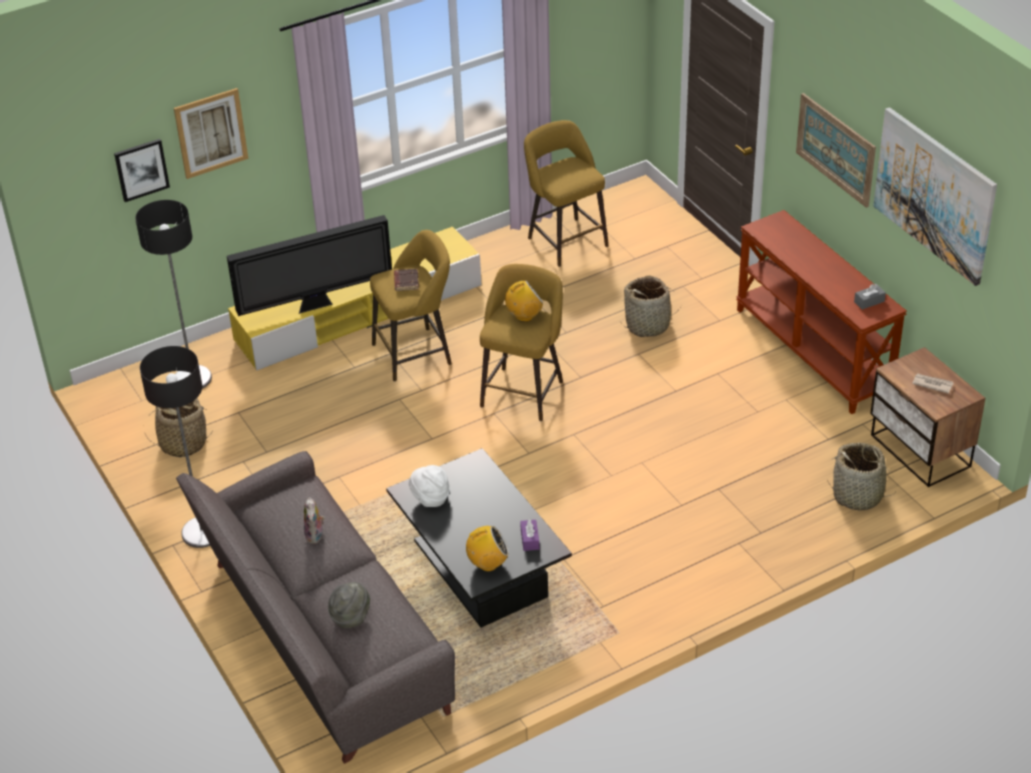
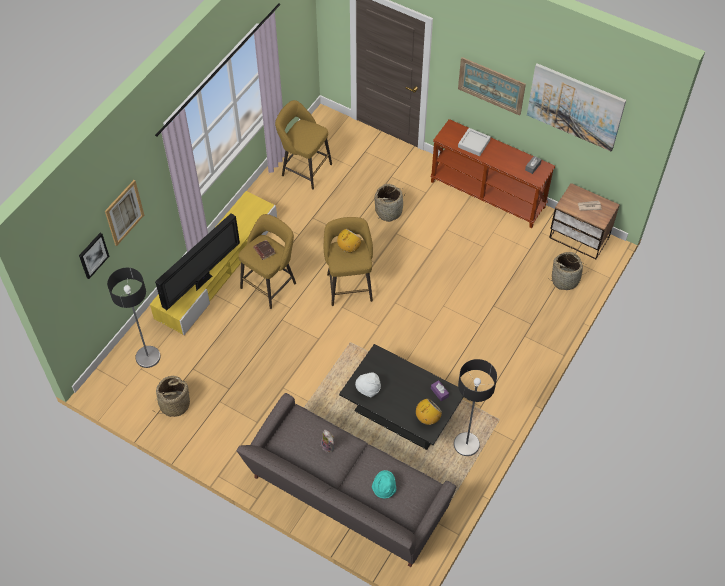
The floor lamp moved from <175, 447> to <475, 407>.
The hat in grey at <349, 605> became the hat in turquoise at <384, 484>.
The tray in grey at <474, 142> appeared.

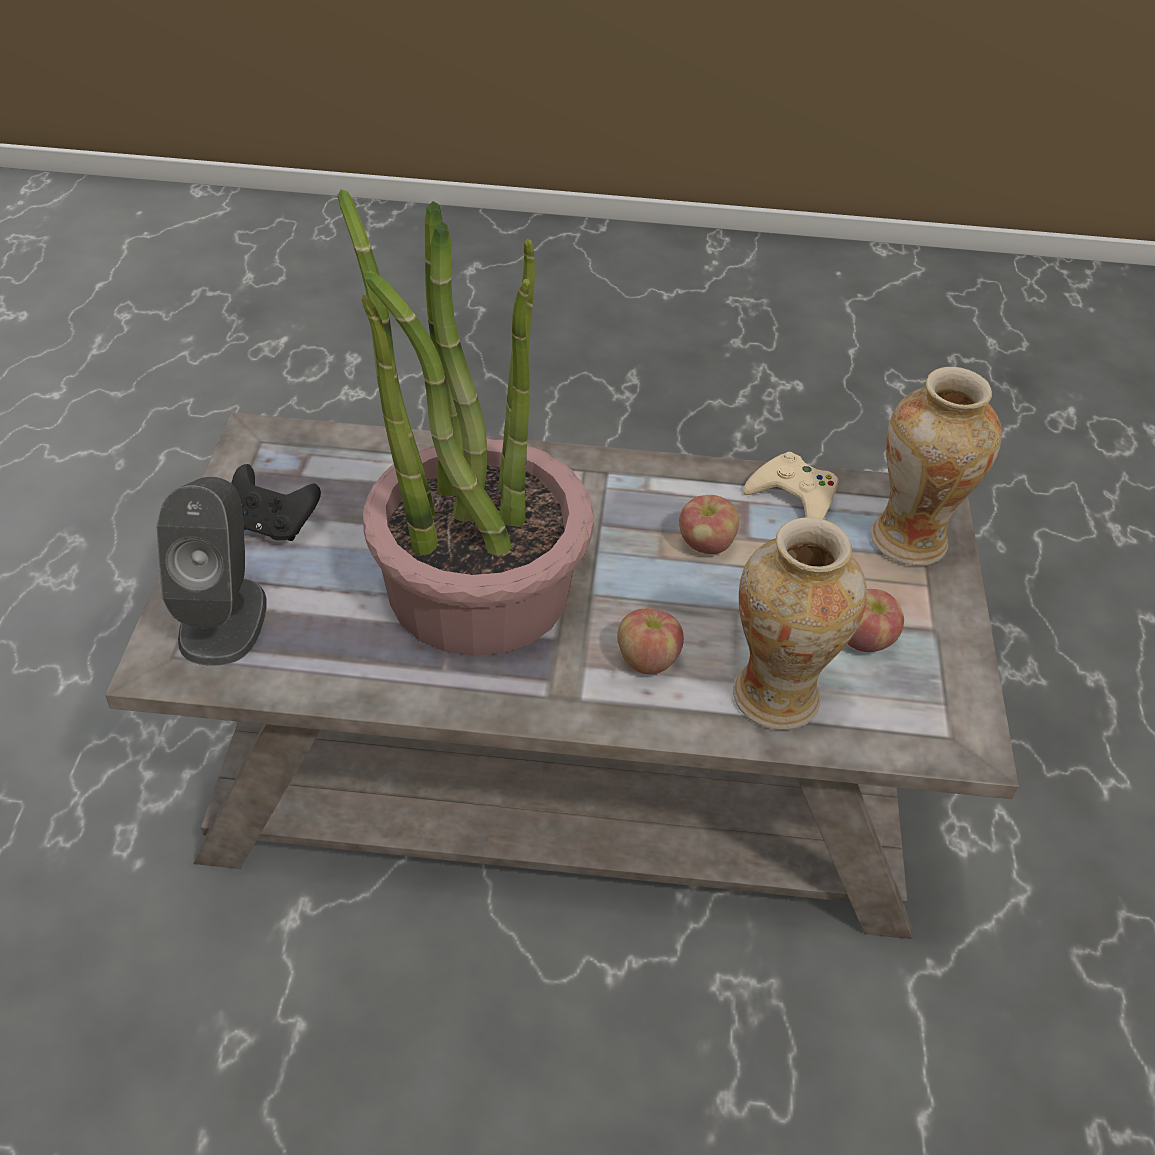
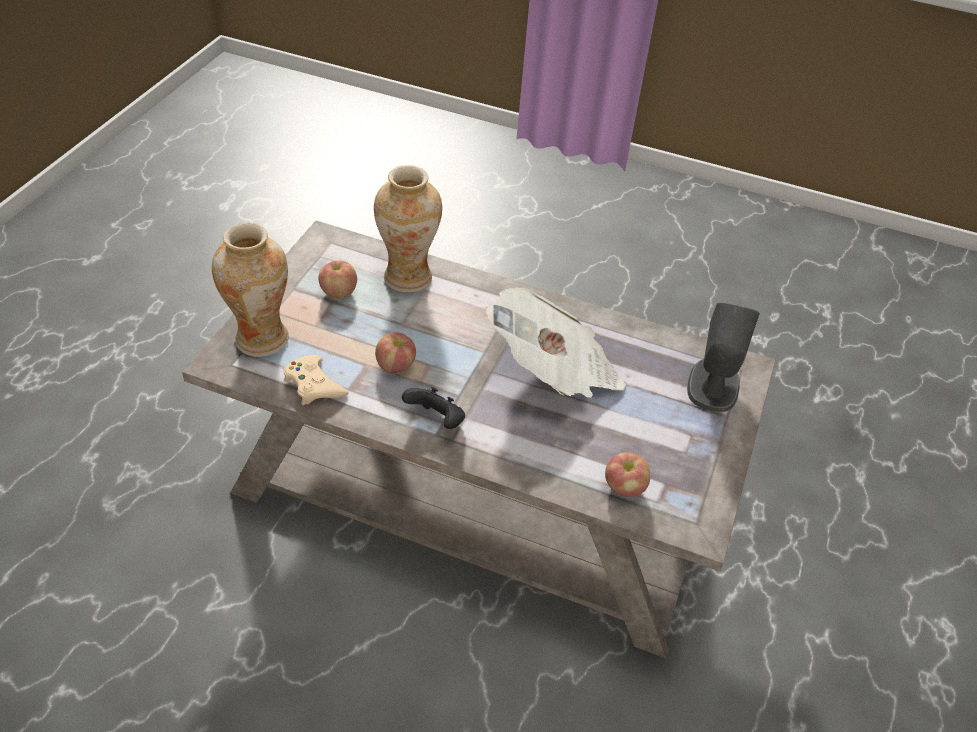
The potted plant at <466, 422> was replaced by the newspaper at <556, 342>.
The game controller in black moved from <276, 502> to <433, 408>.
The apple moved from <650, 641> to <627, 474>.

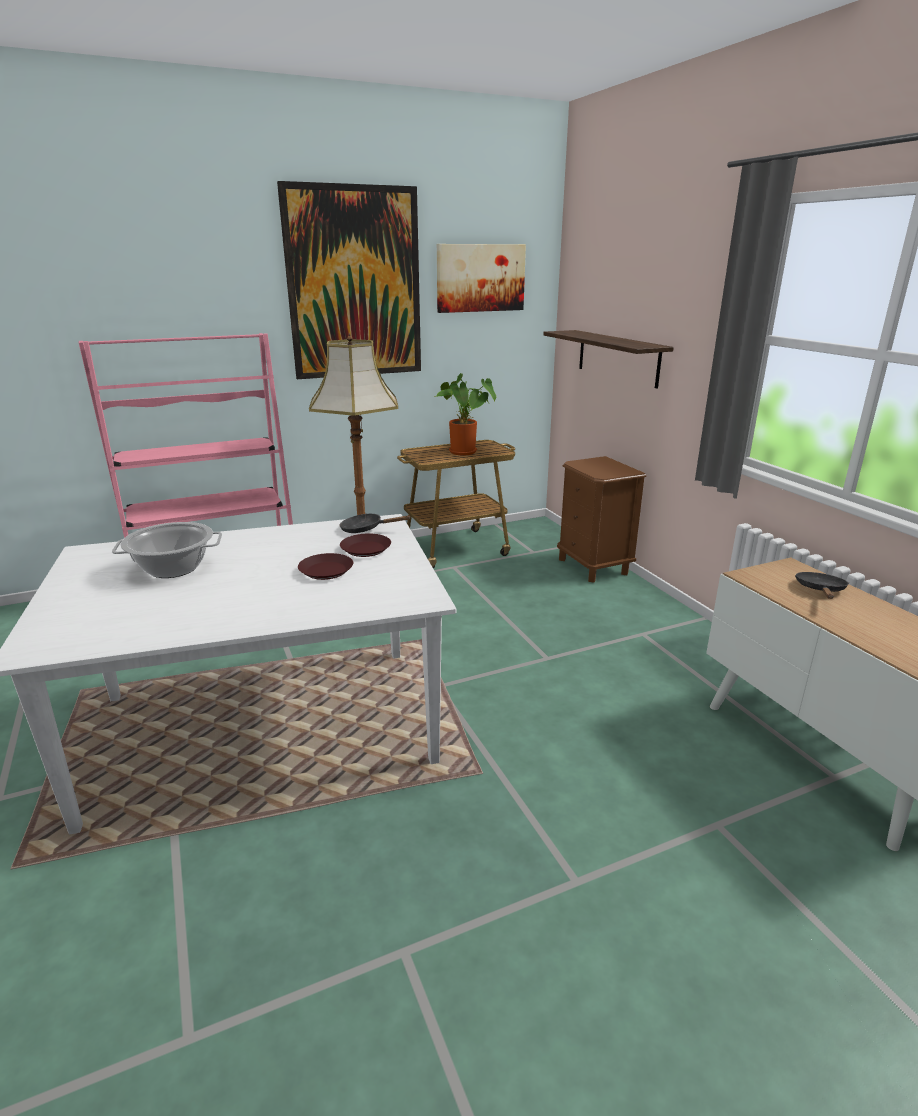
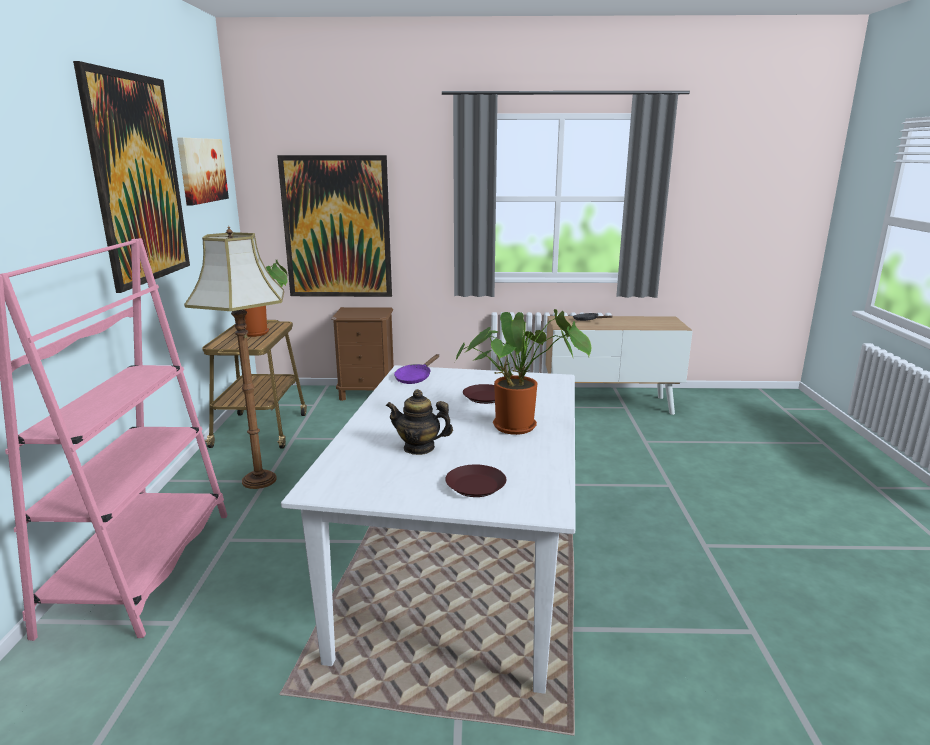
The shelf at <608, 359> was replaced by the picture at <334, 226>.
The frying pan in black at <375, 523> became the frying pan in purple at <416, 369>.
The cooking pot at <167, 550> was replaced by the teapot at <419, 422>.
The plate in brown moved from <365, 545> to <475, 480>.
The potted plant at <523, 372> appeared.

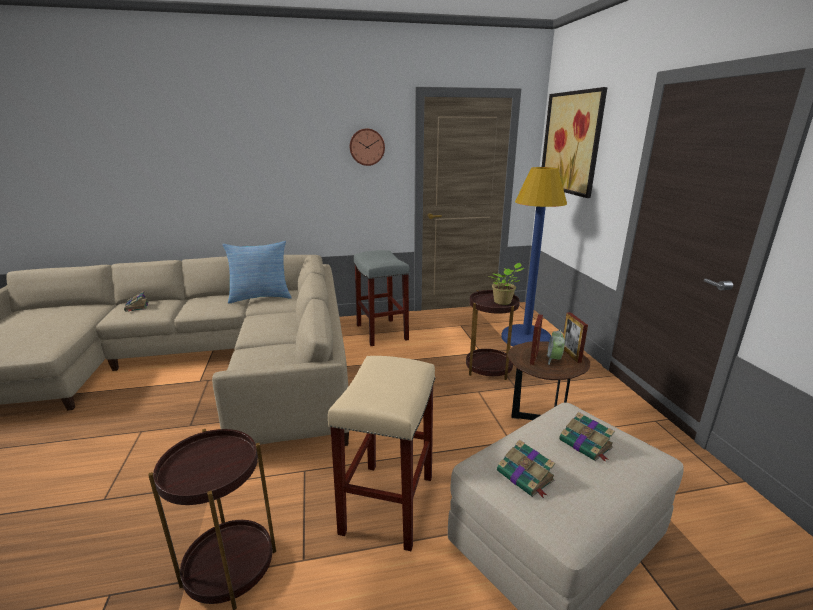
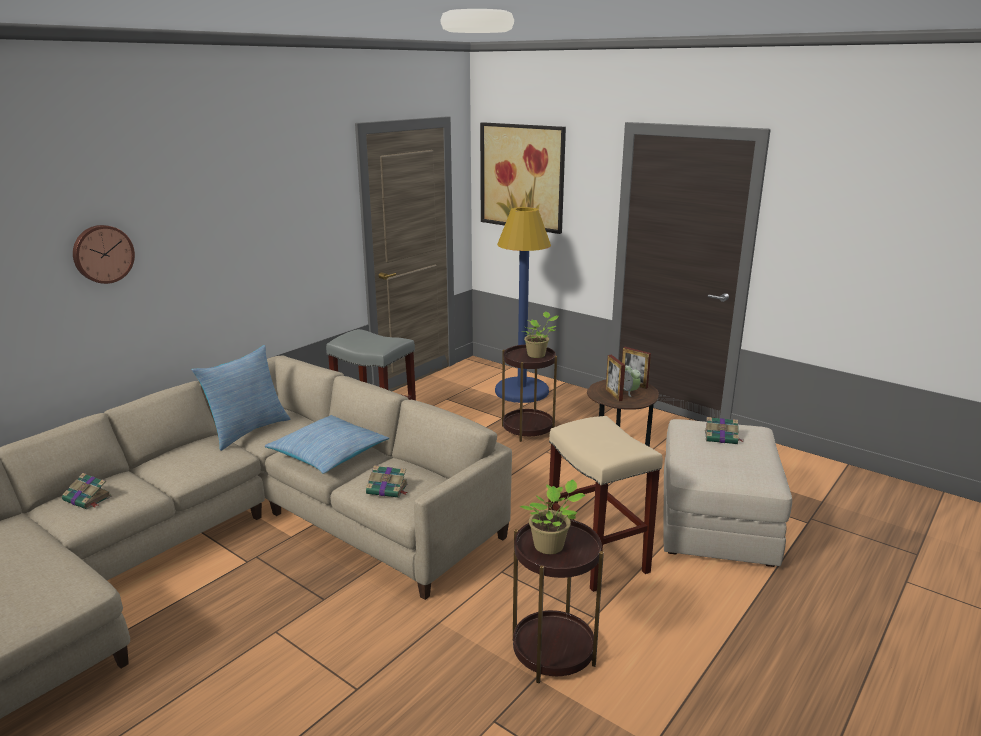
The wall clock moved from <367, 147> to <104, 254>.
The book moved from <526, 469> to <387, 481>.
The pillow at <327, 444> appeared.
The potted plant at <553, 516> appeared.

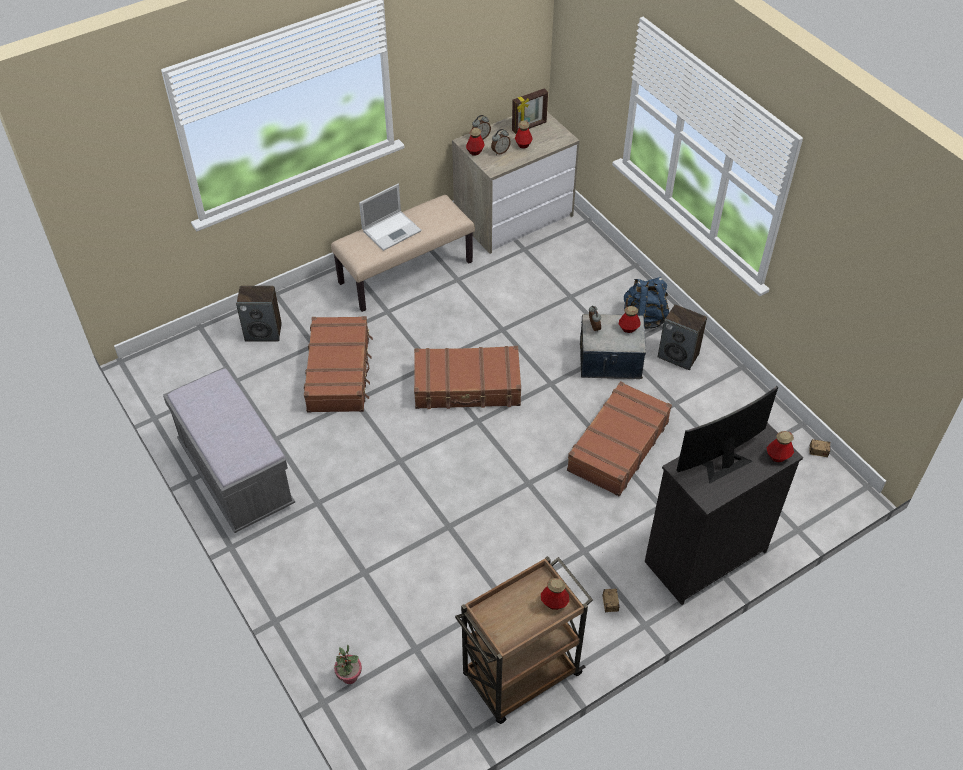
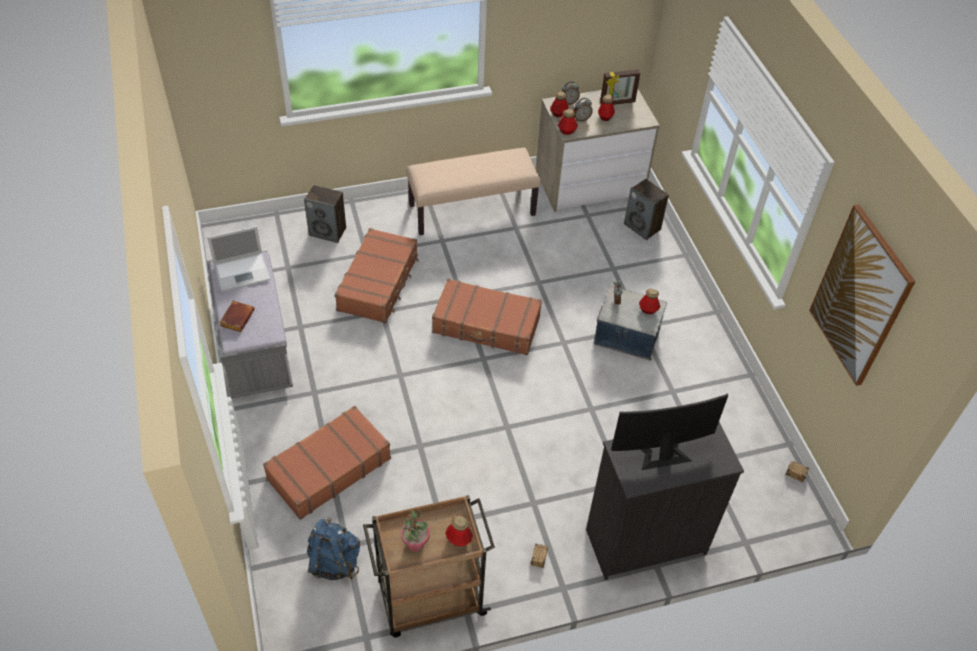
The laptop moved from <390, 217> to <239, 259>.
The backpack in blue moved from <646, 303> to <333, 548>.
The speaker moved from <682, 337> to <646, 209>.
The suitcase in brown moved from <619, 438> to <327, 462>.
The bottle moved from <780, 446> to <568, 122>.
The potted plant moved from <348, 664> to <415, 530>.
The picture at <862, 295> appeared.
The book in brown at <237, 316> appeared.

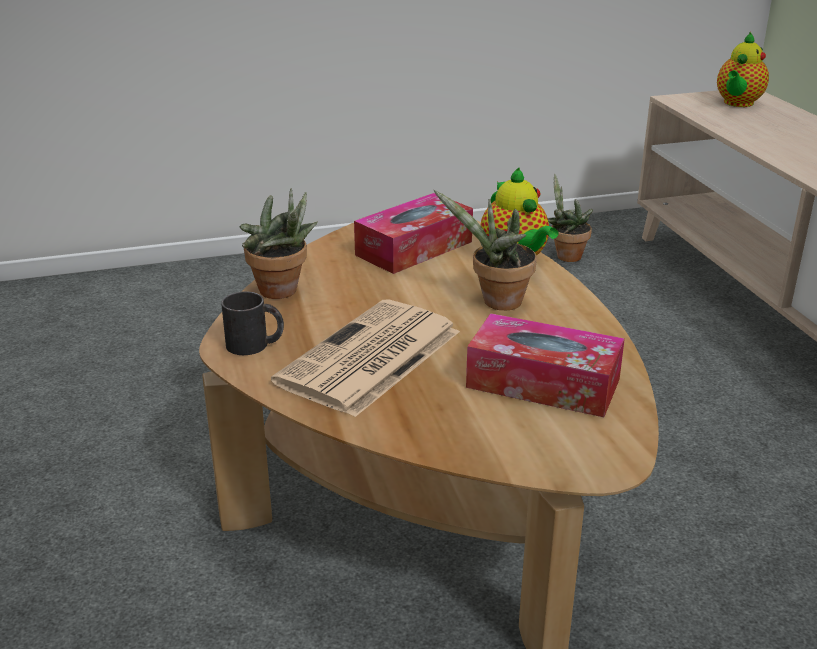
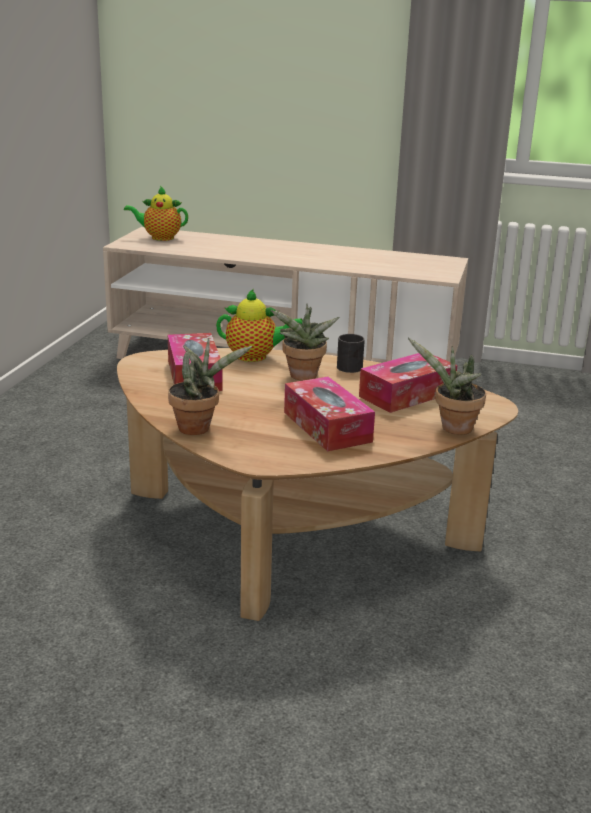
The teapot at <743, 69> turned 120 degrees clockwise.
The potted plant moved from <570, 218> to <447, 386>.
The mug in black moved from <252, 323> to <351, 353>.
The newspaper at <365, 358> was replaced by the tissue box at <329, 413>.

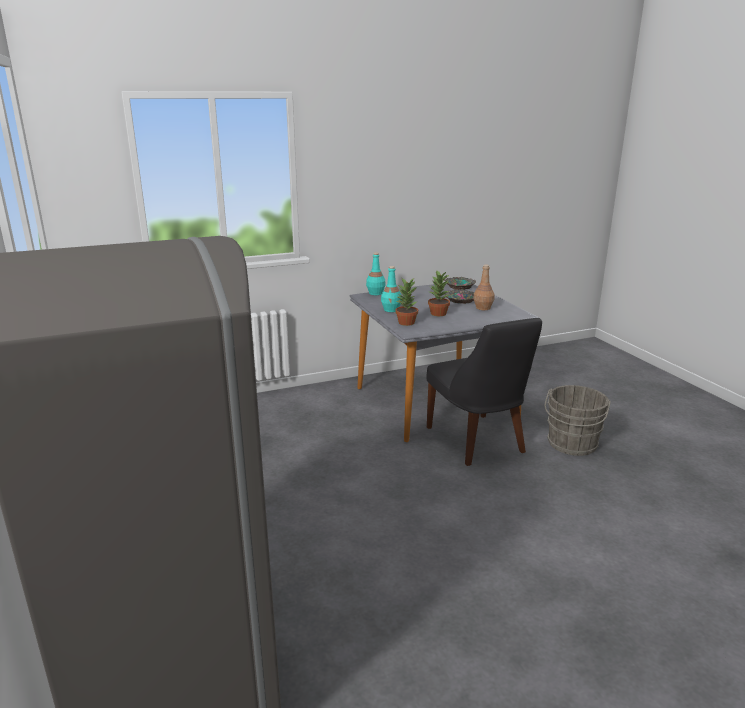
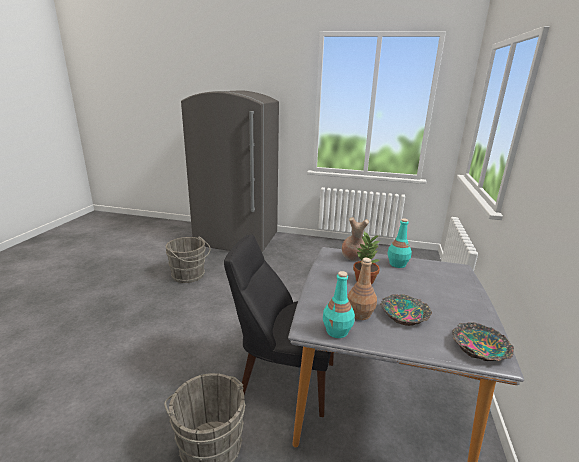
The bottle in turquoise moved from <375, 273> to <339, 304>.
The potted plant at <406, 302> was replaced by the vase in brown at <355, 239>.
The bucket in grey at <188, 259> appeared.

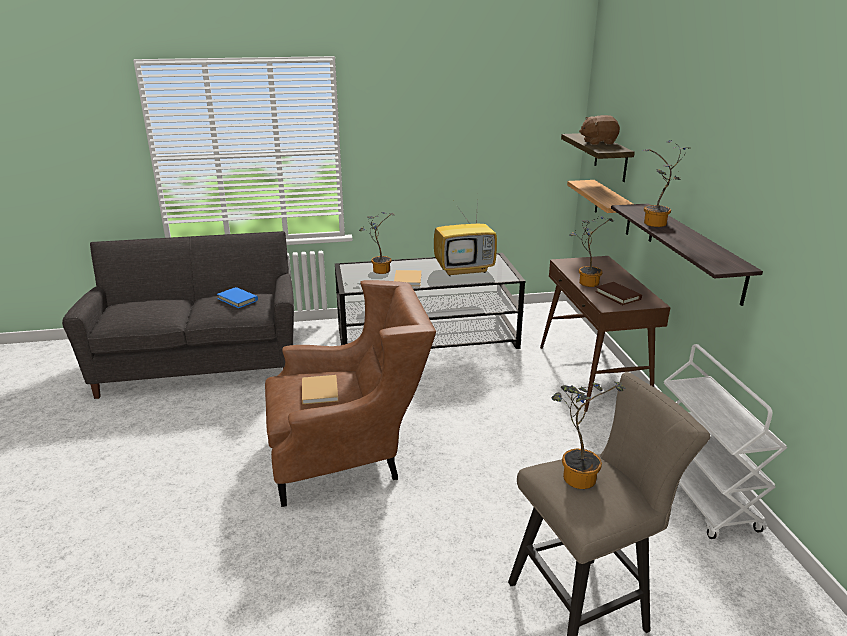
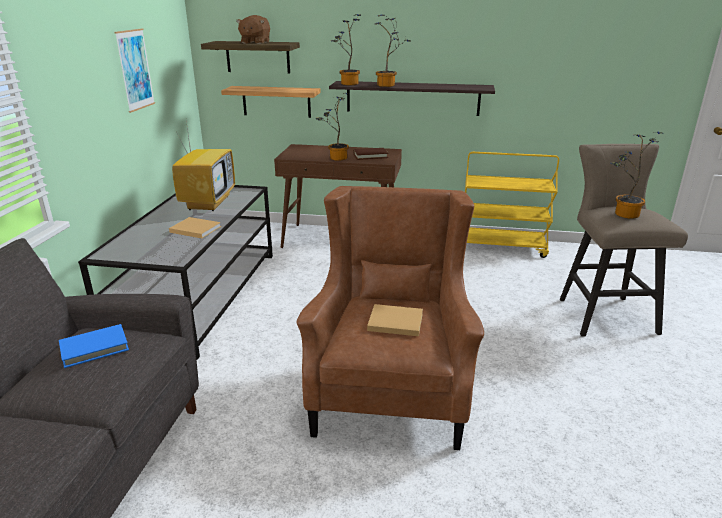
The potted plant moved from <377, 243> to <345, 49>.
The cart in white at <725, 441> became the cart in yellow at <512, 205>.
The picture at <134, 70> appeared.

